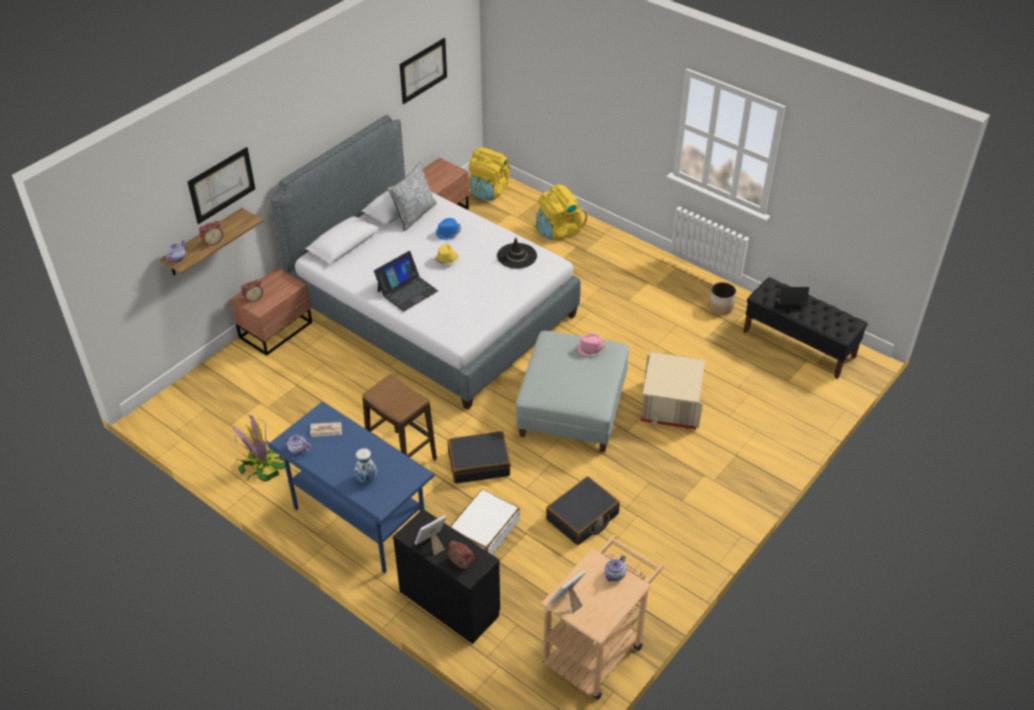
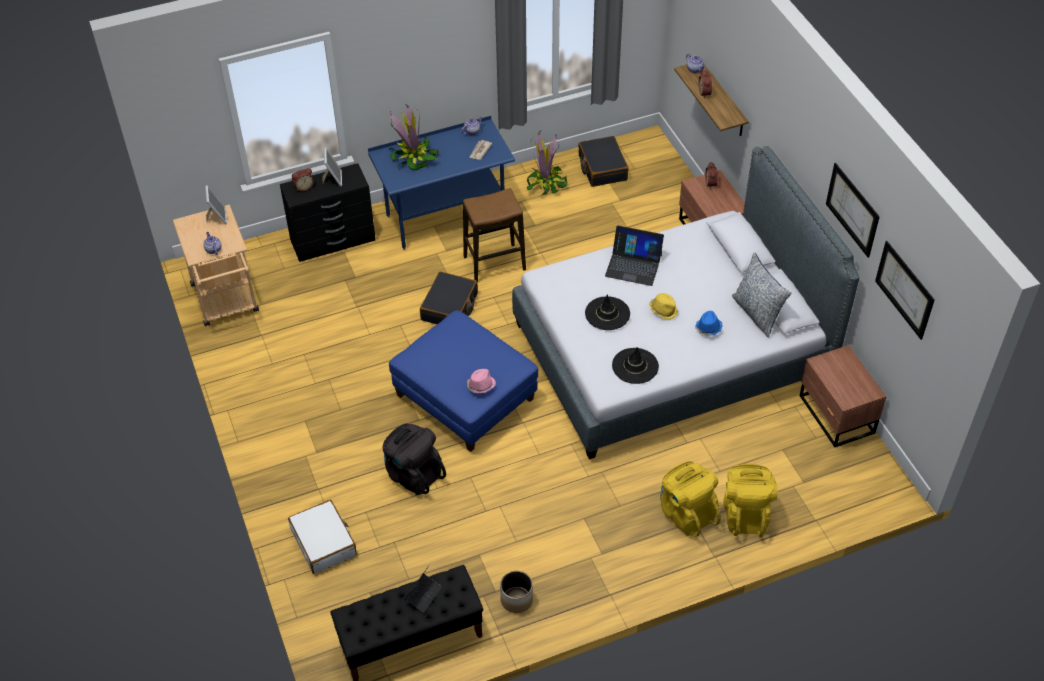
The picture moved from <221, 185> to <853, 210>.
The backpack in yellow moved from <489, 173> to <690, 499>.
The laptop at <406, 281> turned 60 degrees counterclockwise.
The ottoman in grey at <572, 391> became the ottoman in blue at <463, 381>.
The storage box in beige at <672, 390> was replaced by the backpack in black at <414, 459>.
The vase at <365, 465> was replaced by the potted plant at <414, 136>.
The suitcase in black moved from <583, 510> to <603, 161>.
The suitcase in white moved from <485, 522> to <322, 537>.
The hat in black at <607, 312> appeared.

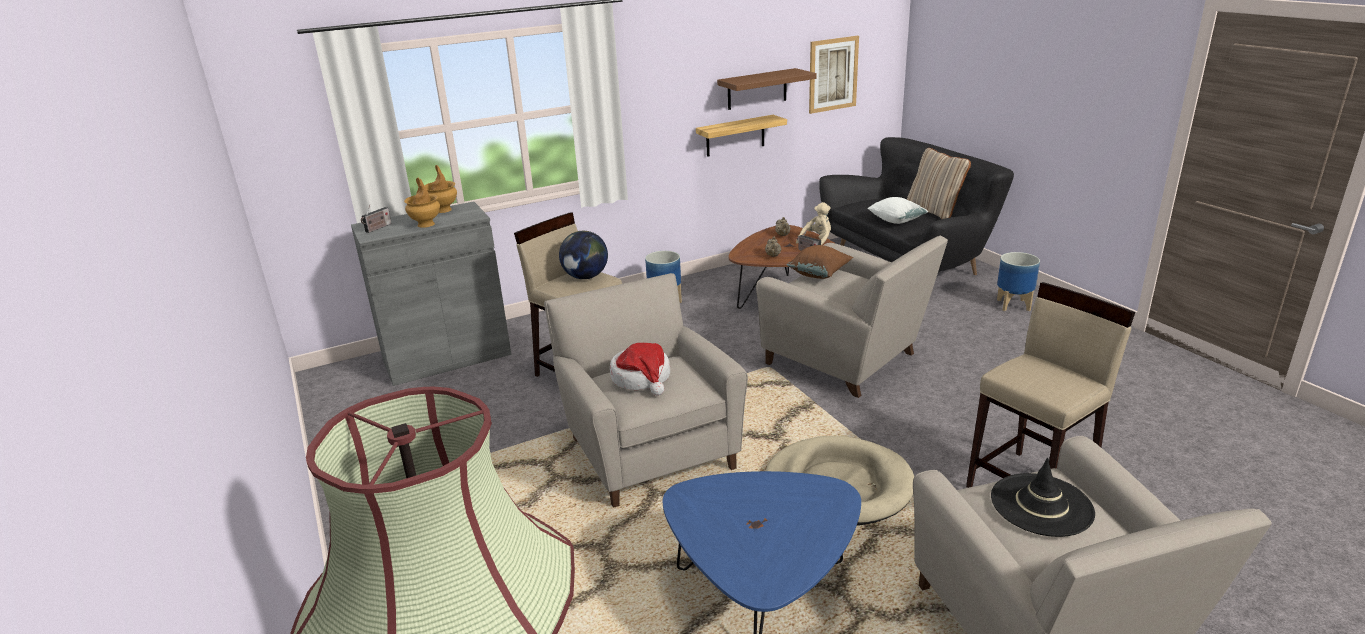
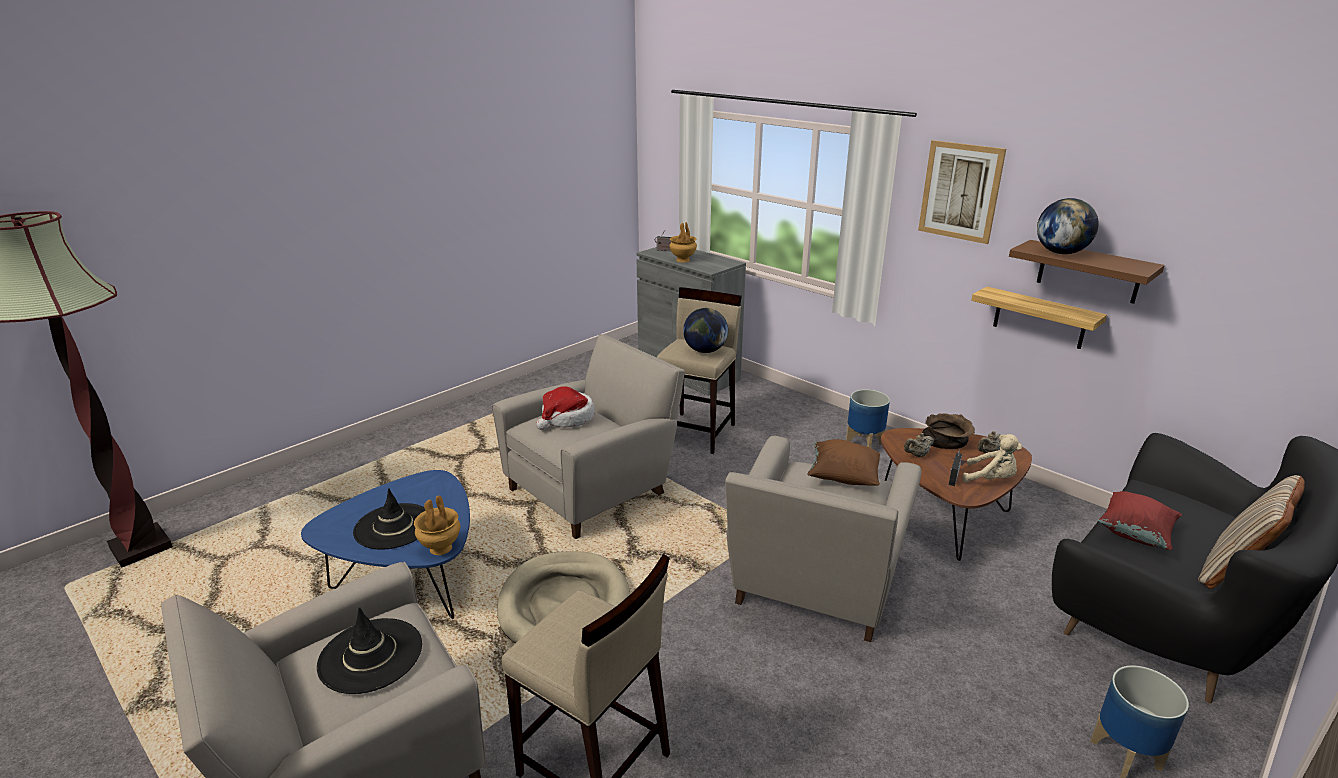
The picture moved from <834, 75> to <962, 192>.
The vase in brown moved from <440, 189> to <437, 525>.
The pillow in white at <897, 210> became the pillow in red at <1140, 520>.
The globe at <1068, 226> appeared.
The bowl in brown at <948, 431> appeared.
The hat in black at <389, 519> appeared.

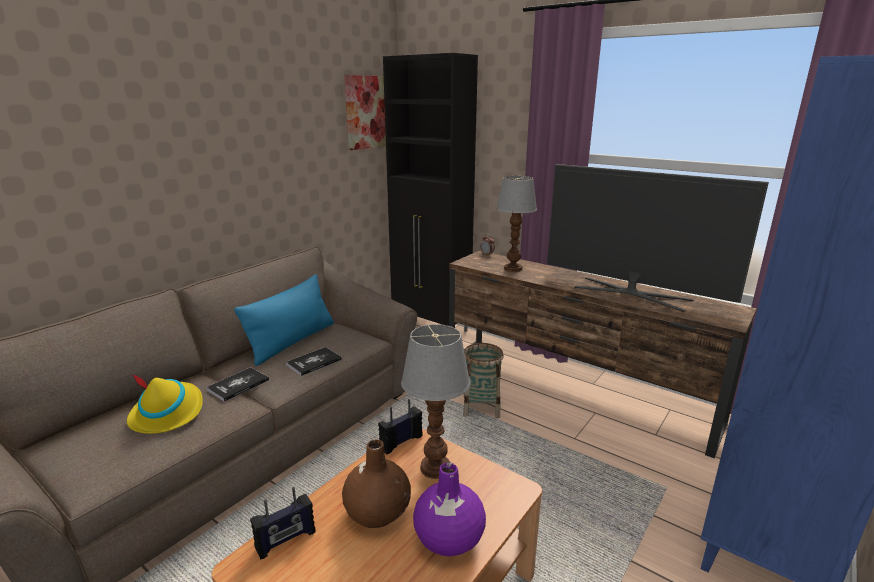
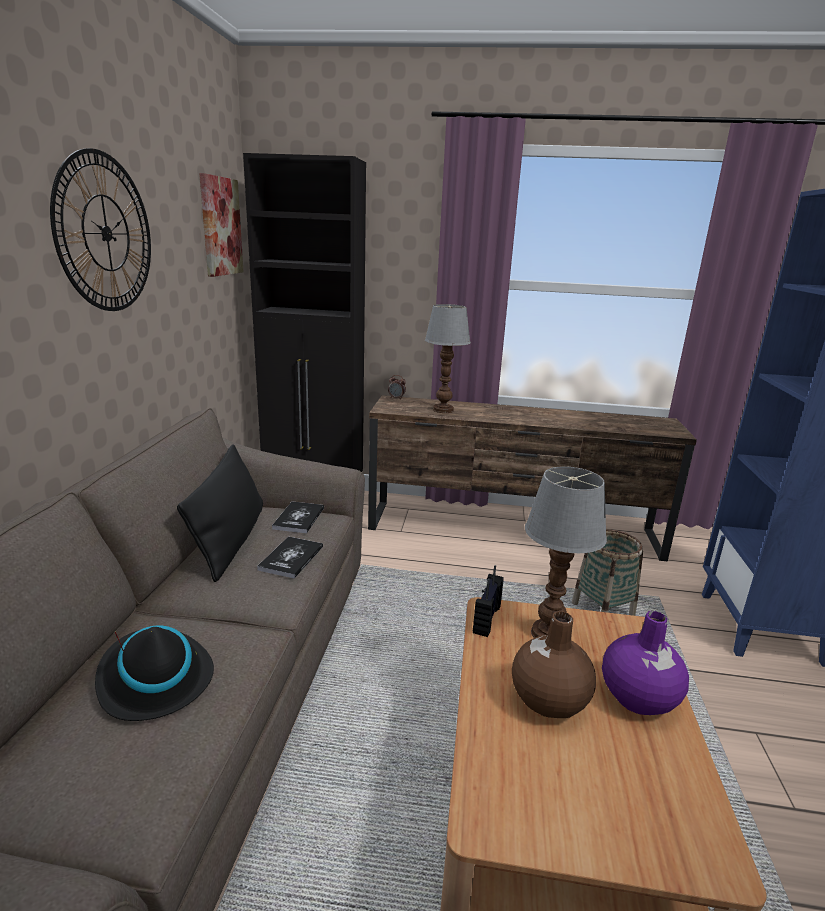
The television at <658, 238> disappeared.
The pillow in blue at <284, 320> became the pillow in black at <220, 513>.
The basket moved from <483, 380> to <607, 572>.
The book moved from <237, 384> to <298, 517>.
The hat in yellow at <165, 404> became the hat in black at <154, 673>.
The radio at <283, 523> disappeared.
The wall clock at <100, 229> appeared.

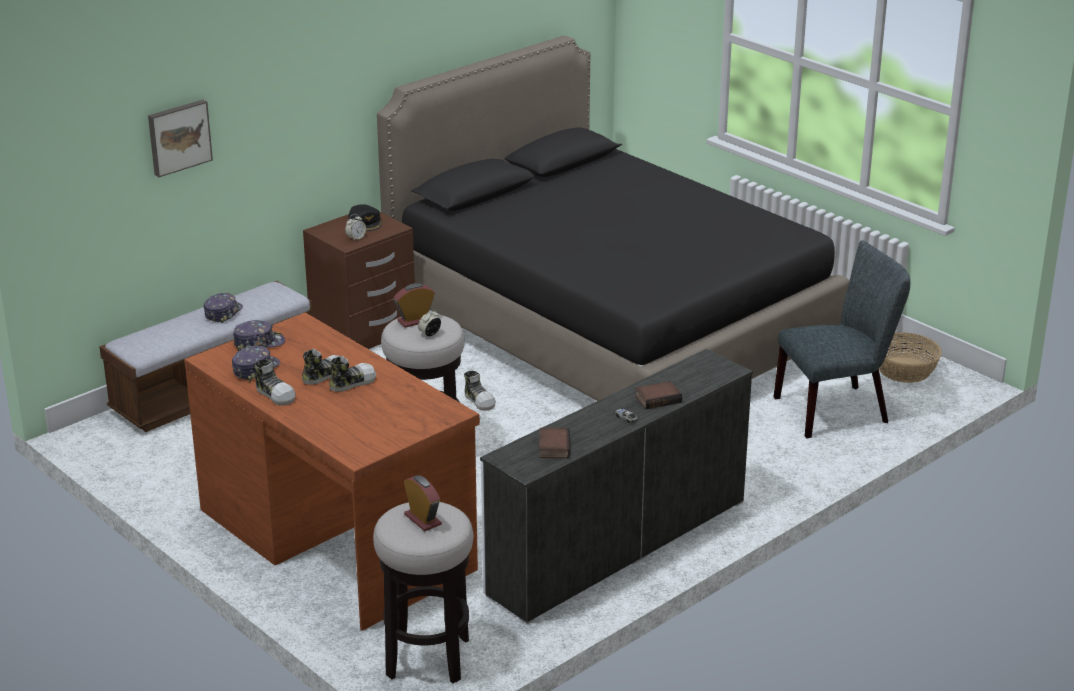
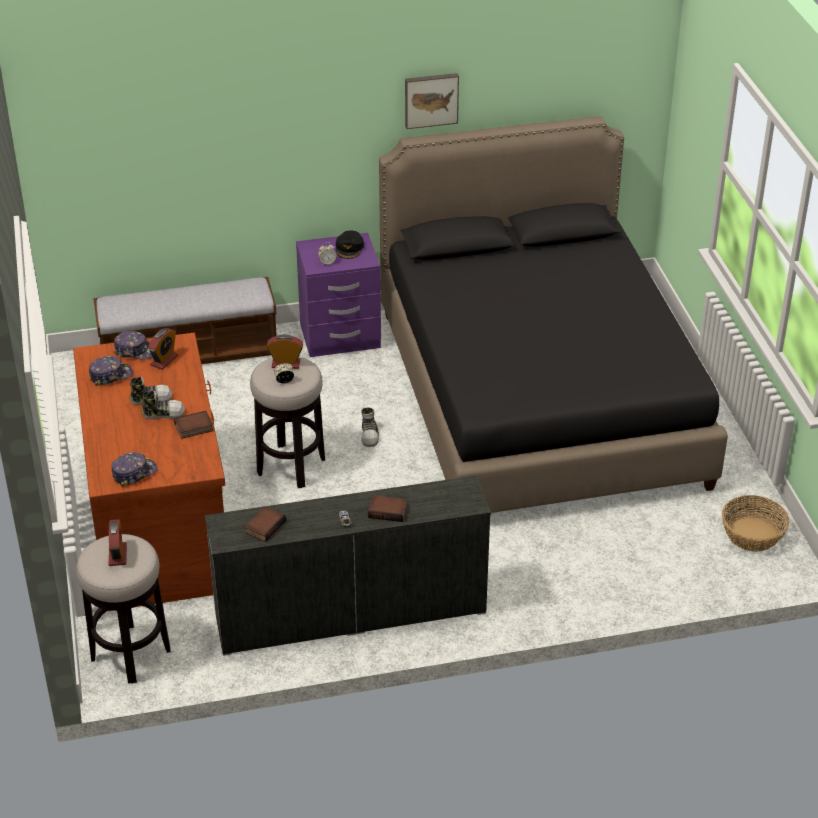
The picture moved from <180, 138> to <432, 101>.
The nightstand in brown at <359, 280> became the nightstand in purple at <338, 295>.
The chair in grey at <842, 339> disappeared.
The cap moved from <223, 308> to <135, 469>.
The shoe at <275, 382> disappeared.
The alarm clock at <163, 349> appeared.
The book at <194, 425> appeared.

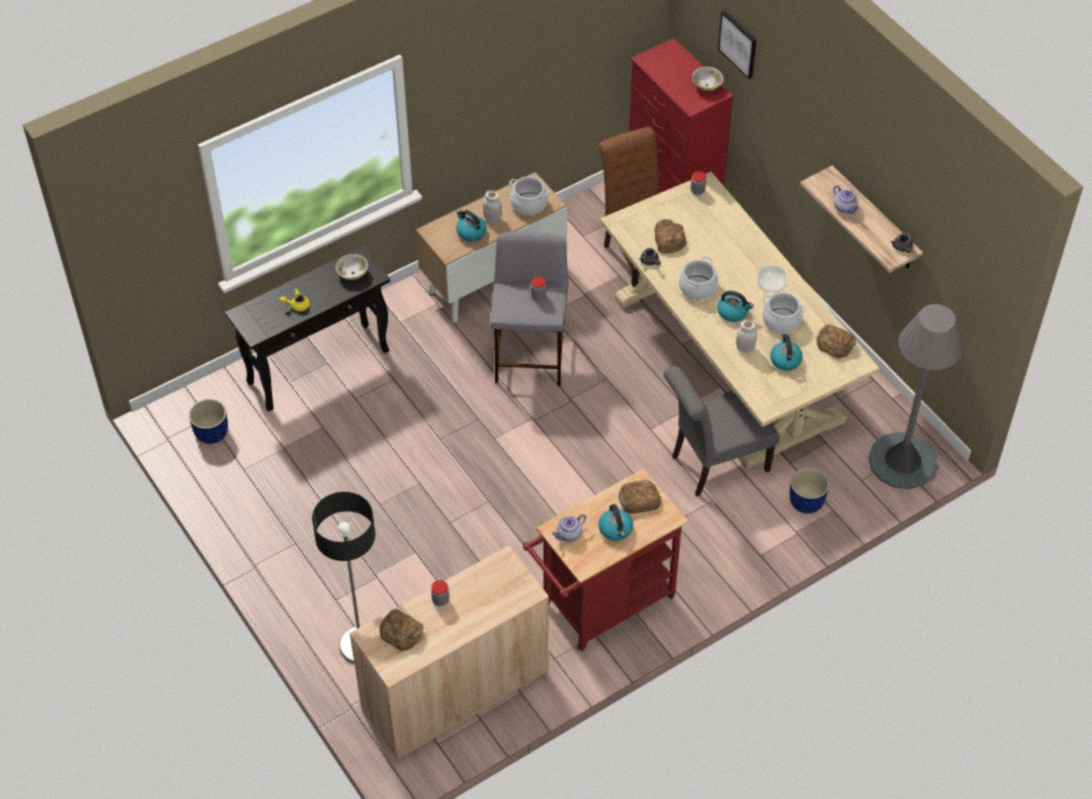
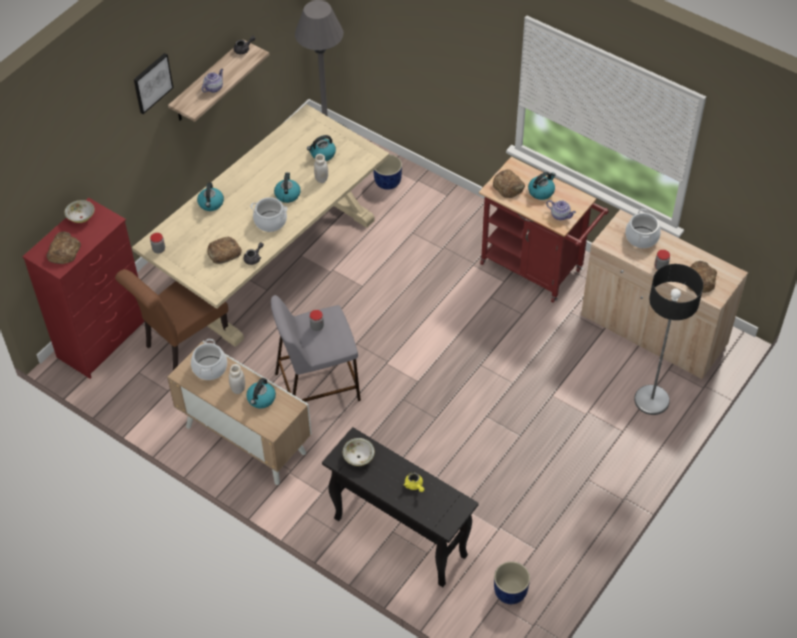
The picture moved from <737, 45> to <153, 83>.
The bowl at <772, 278> disappeared.
The cooking pot moved from <783, 312> to <643, 228>.
The bread moved from <836, 341> to <63, 248>.
The chair in grey at <722, 431> disappeared.
The kettle at <210, 196> appeared.

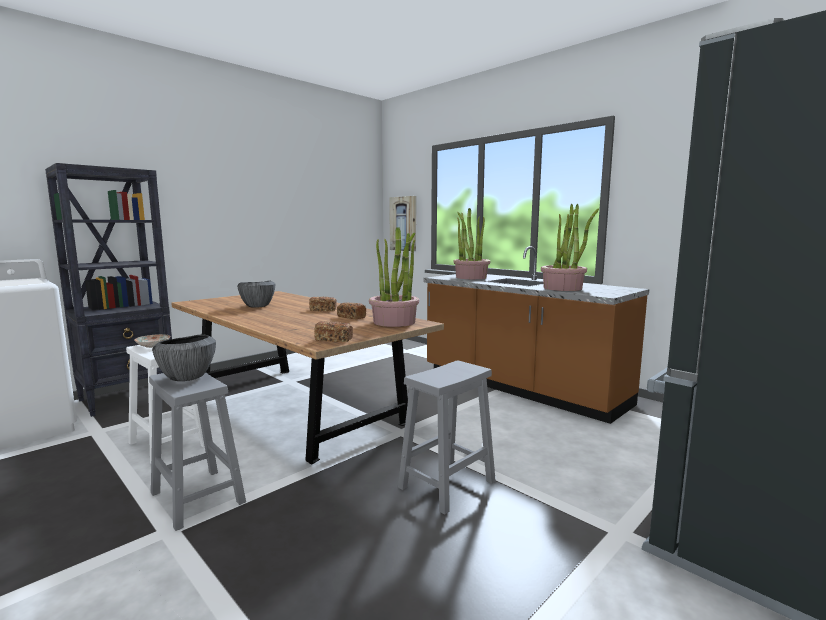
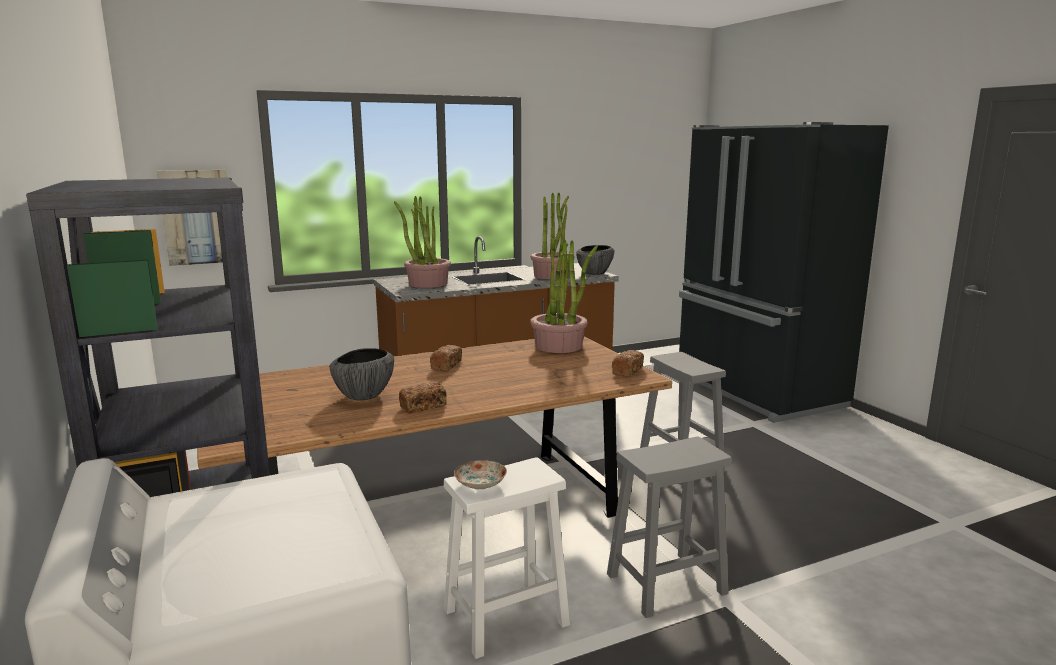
The bread moved from <351, 311> to <423, 397>.
The bowl moved from <184, 357> to <595, 260>.

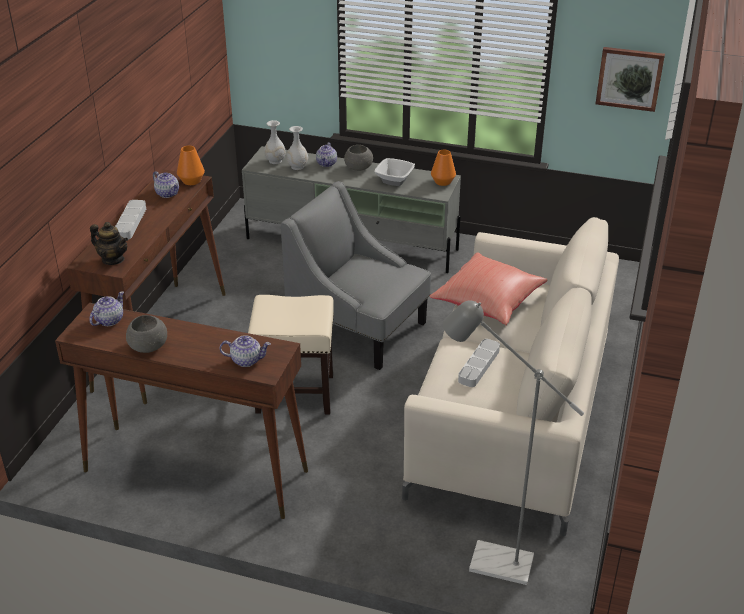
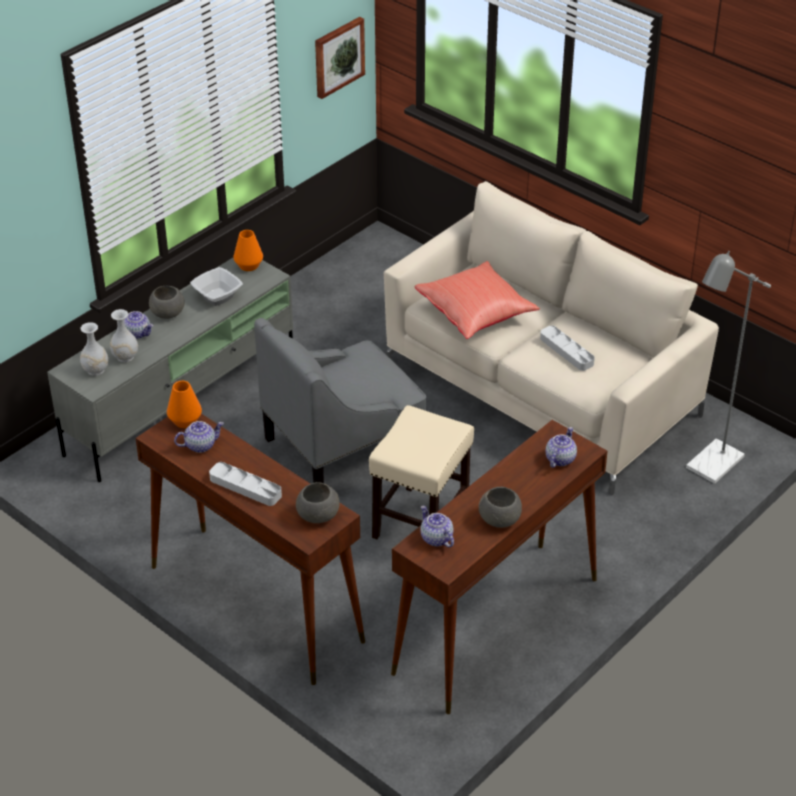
The teapot at <109, 243> was replaced by the bowl in grey at <318, 502>.

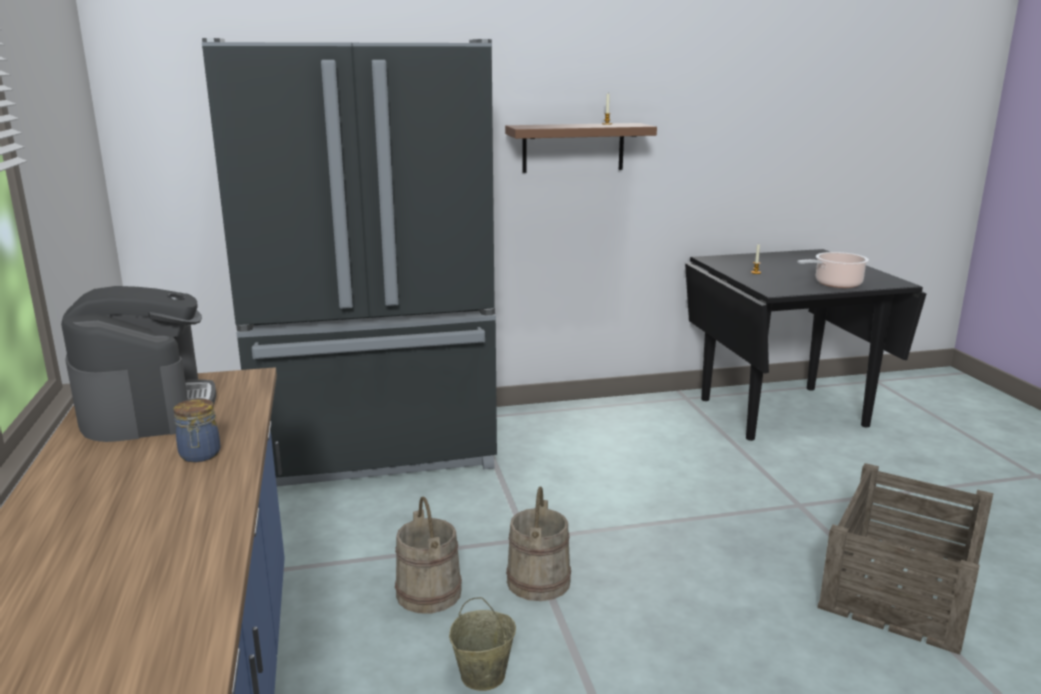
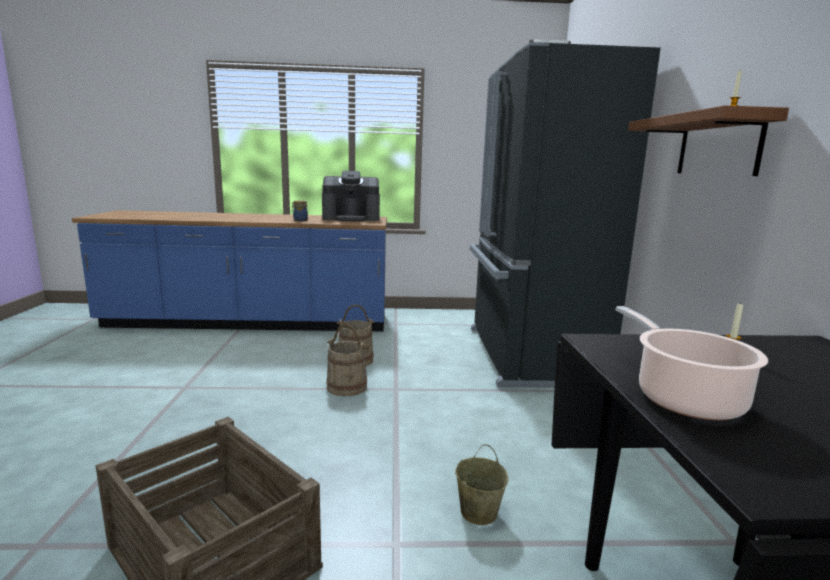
The bucket in beige moved from <482, 644> to <482, 484>.

